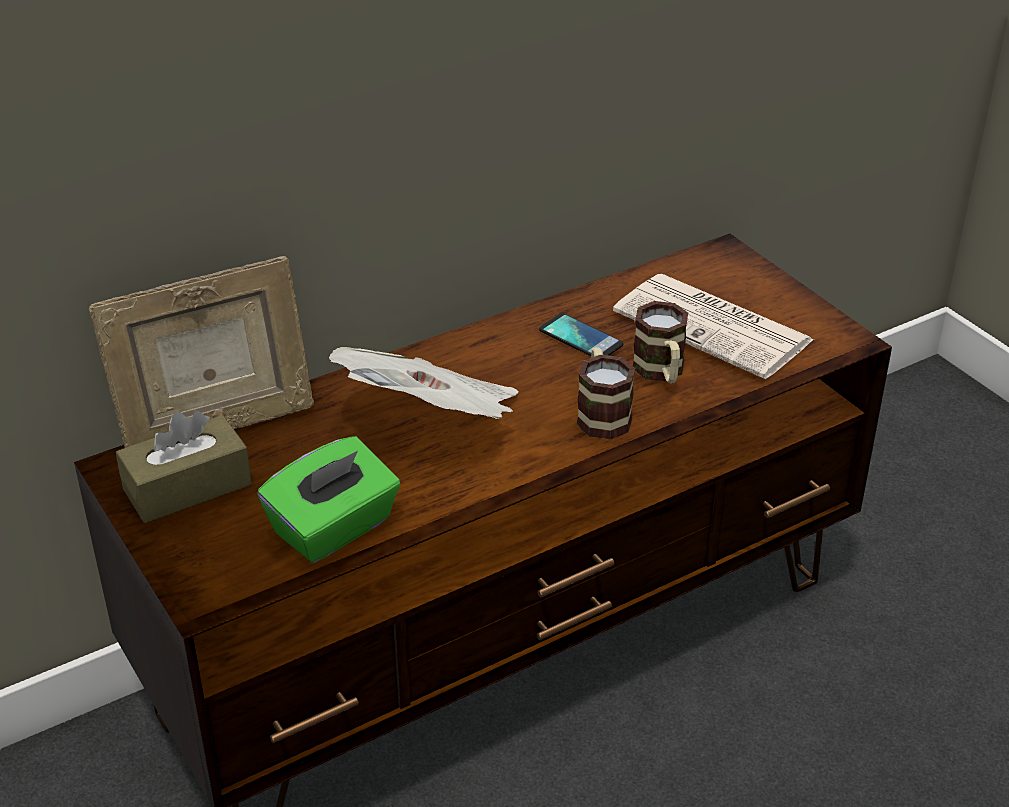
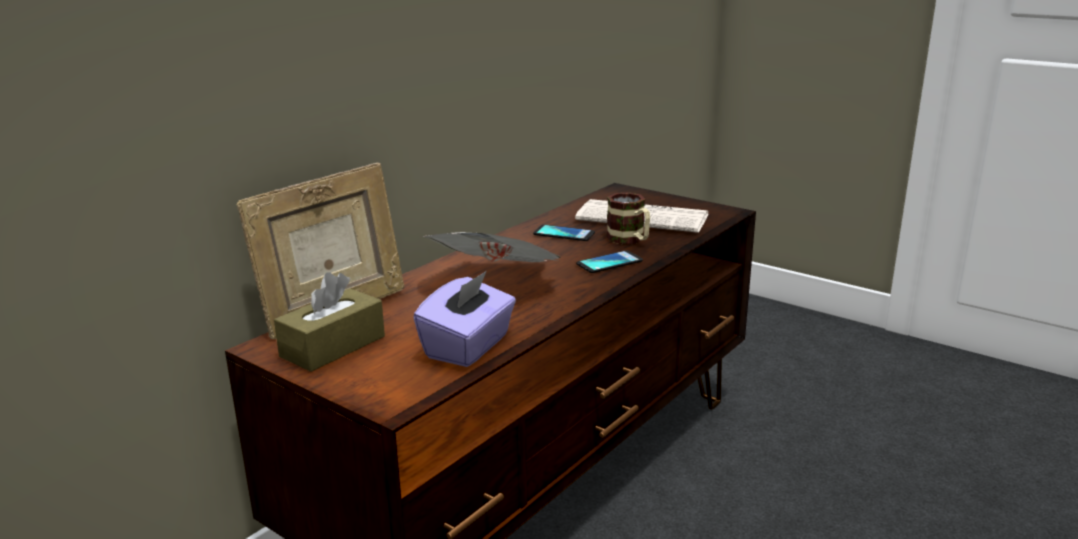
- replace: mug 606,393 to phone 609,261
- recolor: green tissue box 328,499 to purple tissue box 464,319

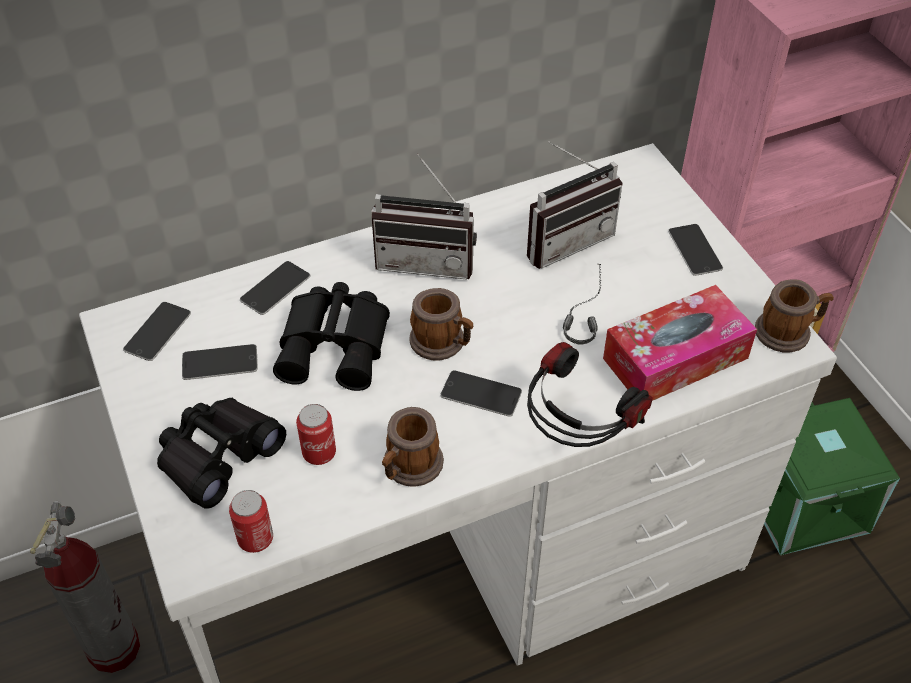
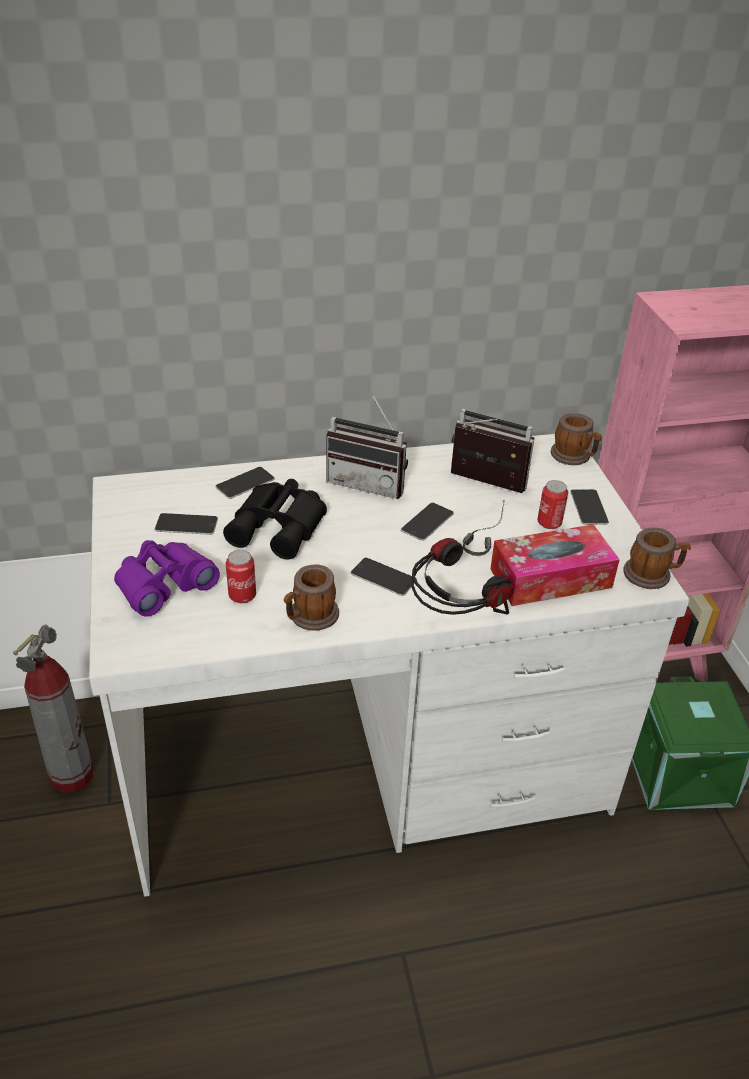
- move: phone 157,331 to 427,522
- move: can 251,521 to 552,504
- move: mug 441,324 to 576,439
- recolor: black binoculars 221,453 to purple binoculars 167,578
- rotate: radio 574,205 = 493,451 135 degrees counterclockwise

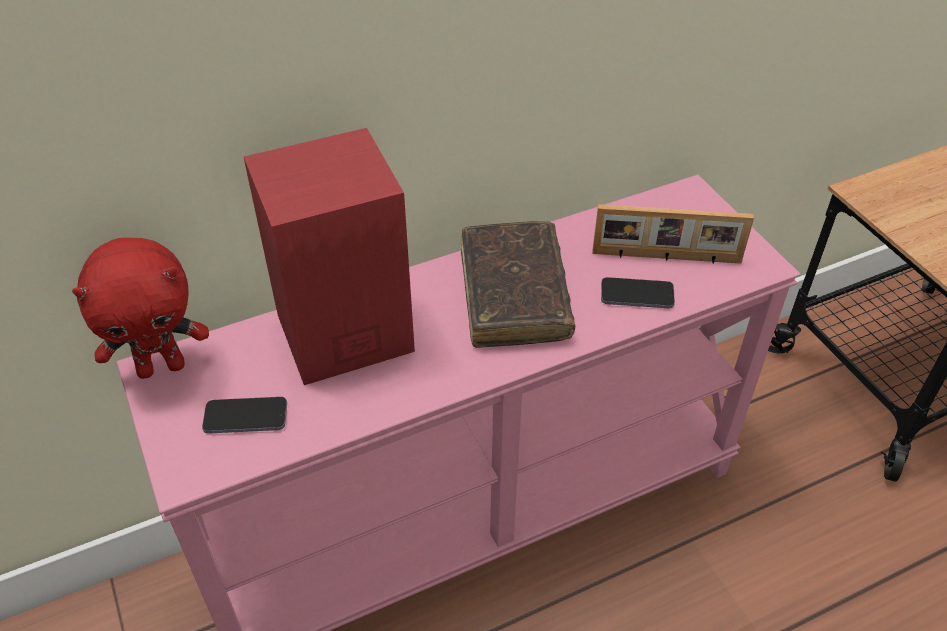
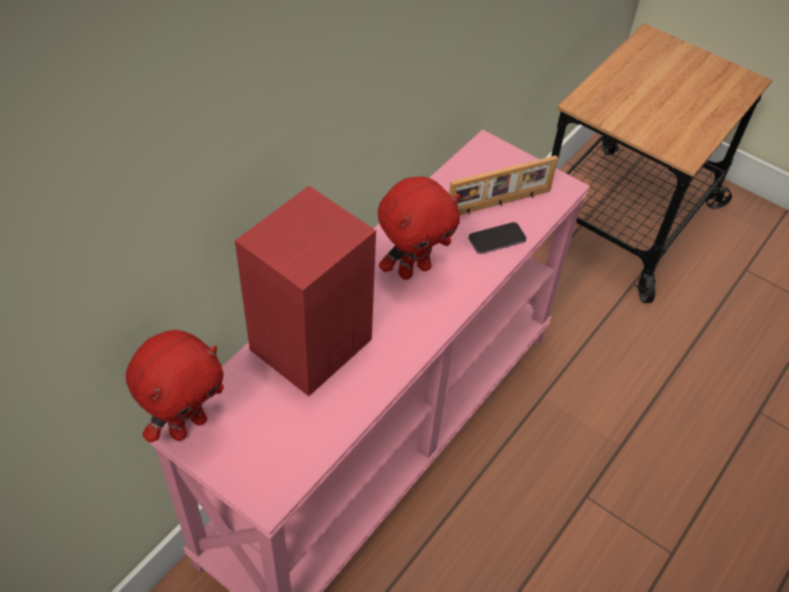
- delete: phone 244,415
- replace: brown book 518,284 to red plush toy 419,228

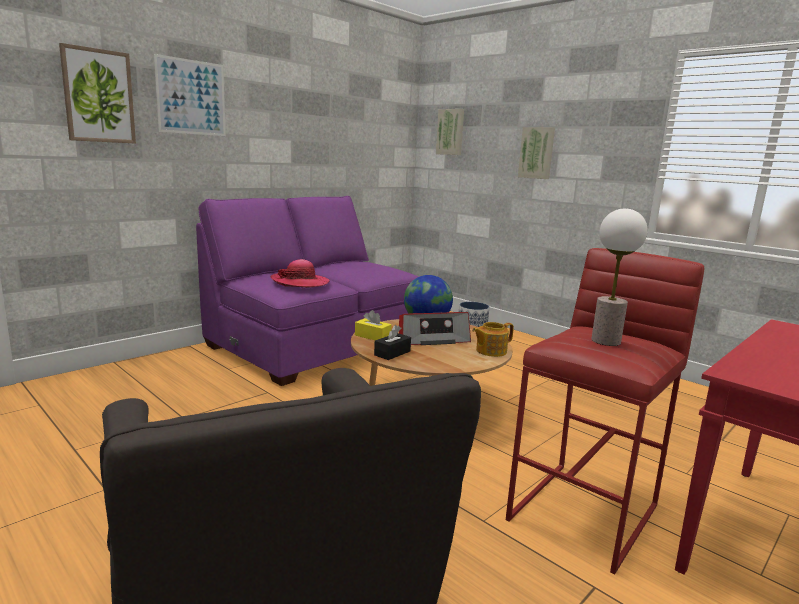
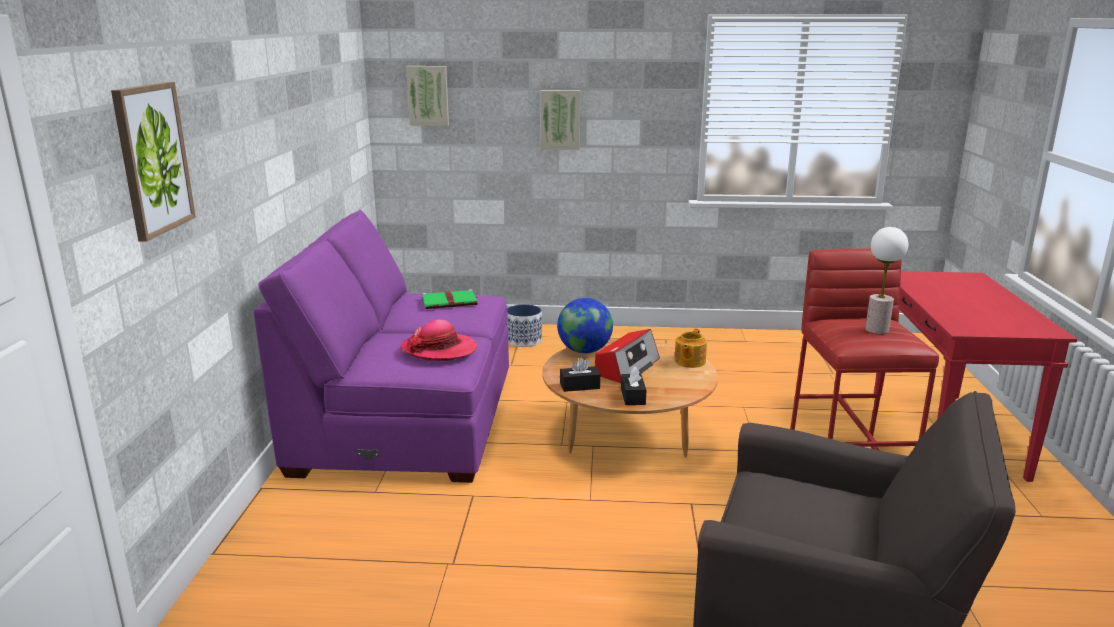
- delete: picture 190,95
- insert: green book 450,299
- recolor: yellow tissue box 373,325 to black tissue box 580,374

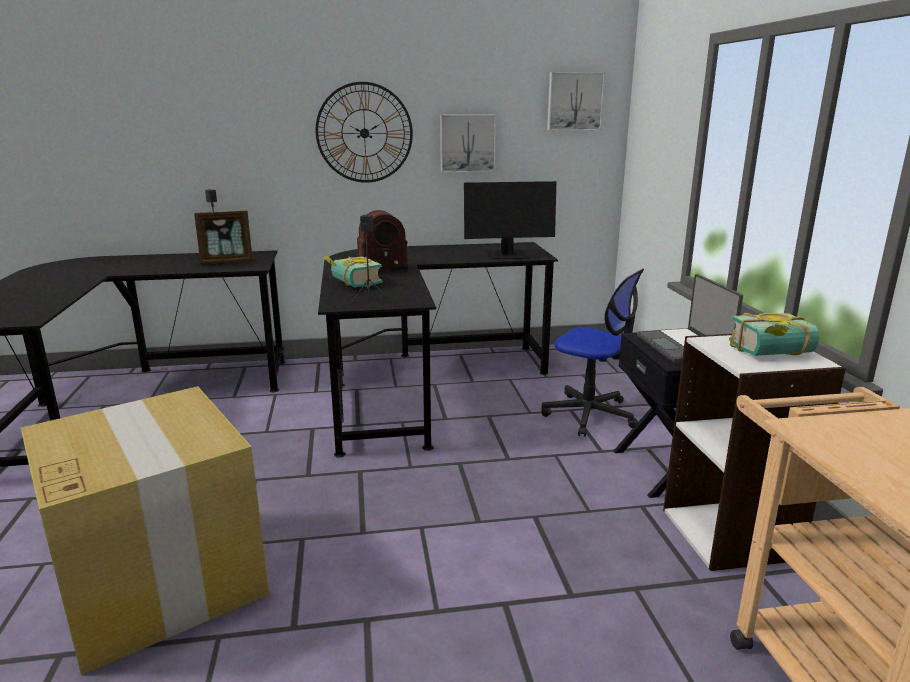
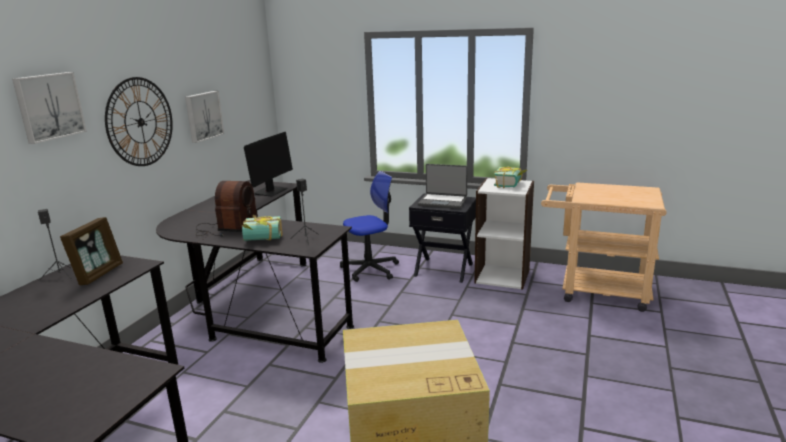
- move: picture 576,101 to 49,108

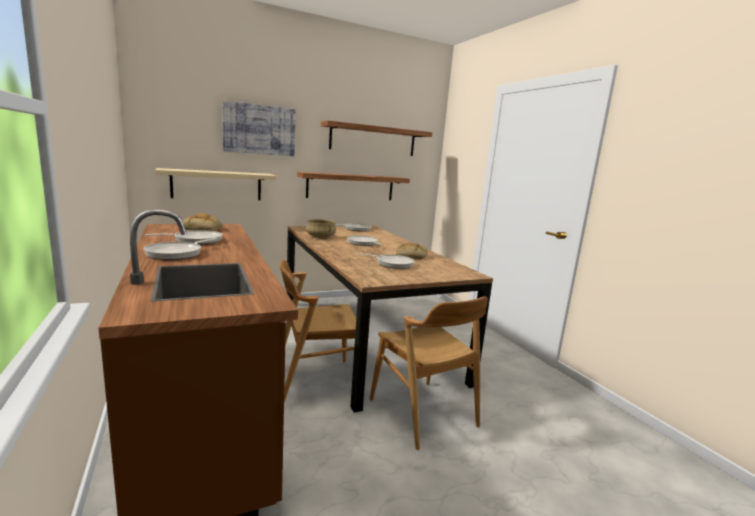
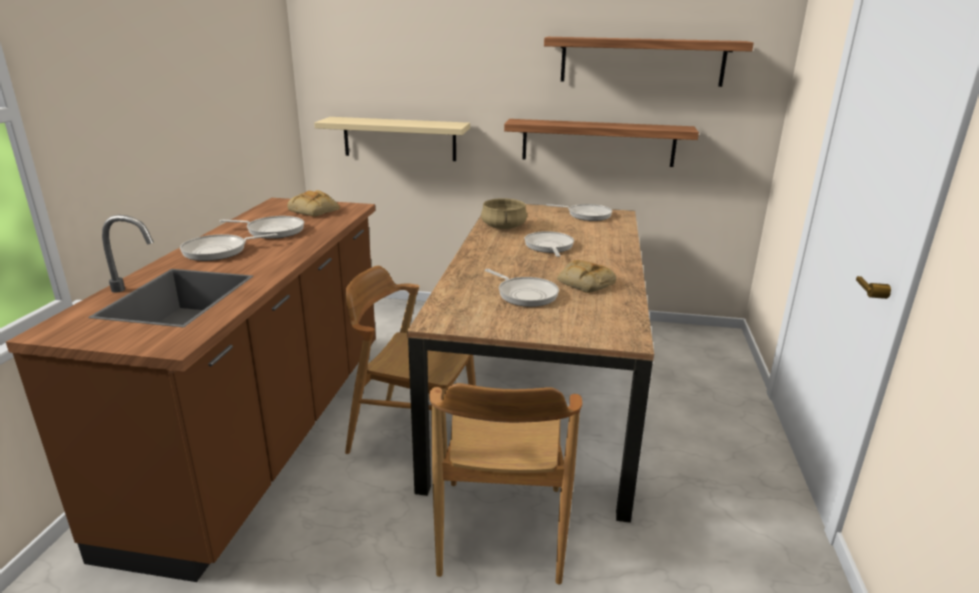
- delete: picture 259,128

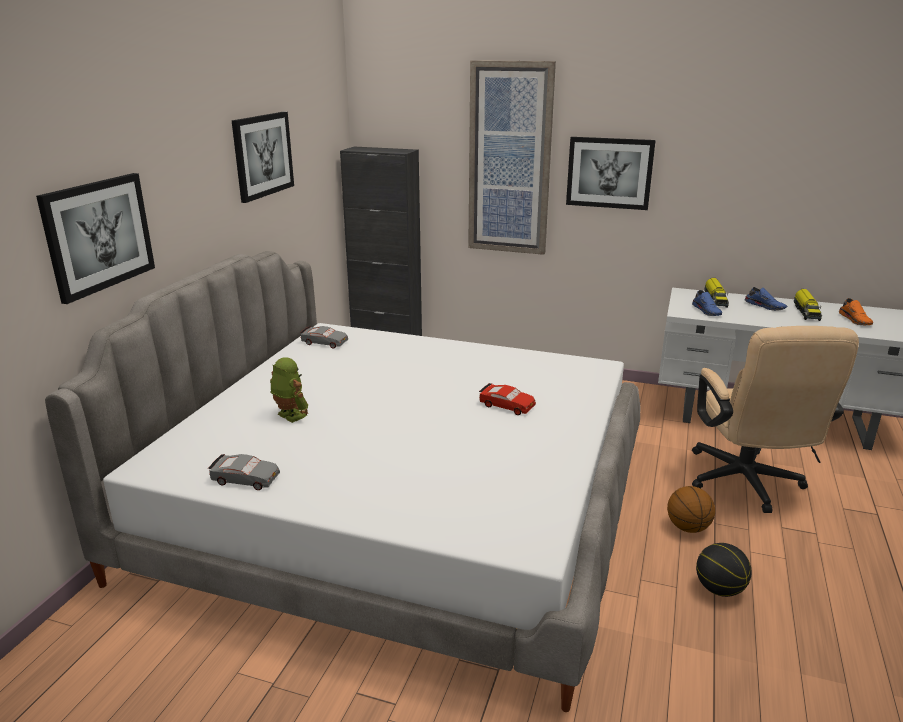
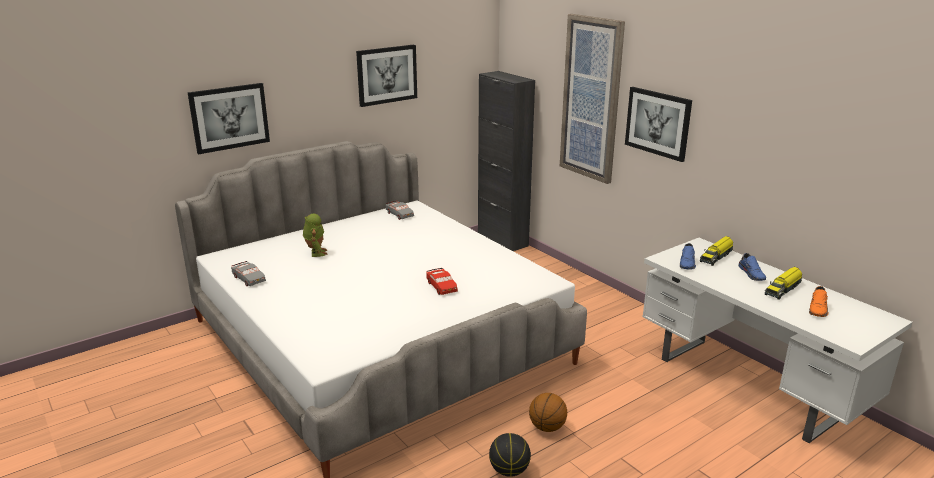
- delete: beige office chair 775,419

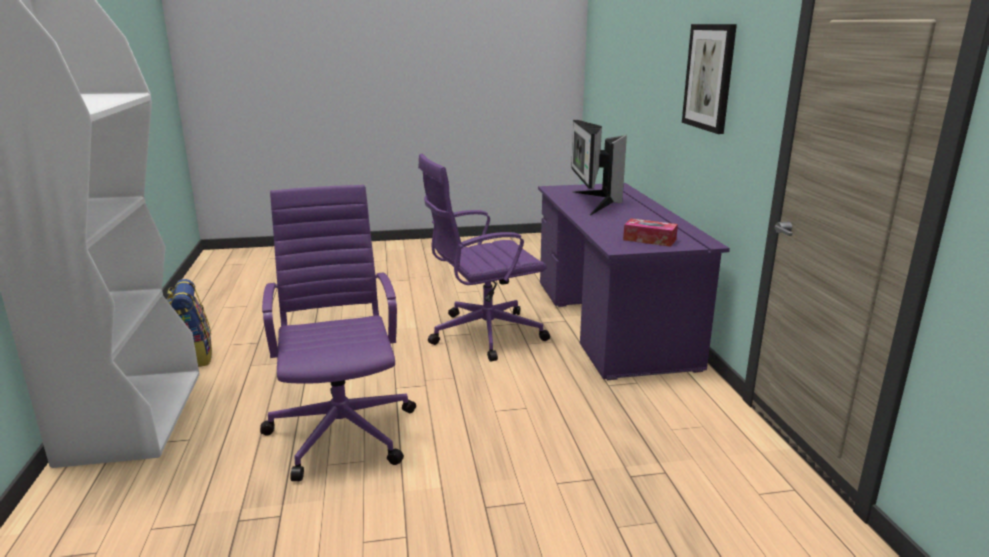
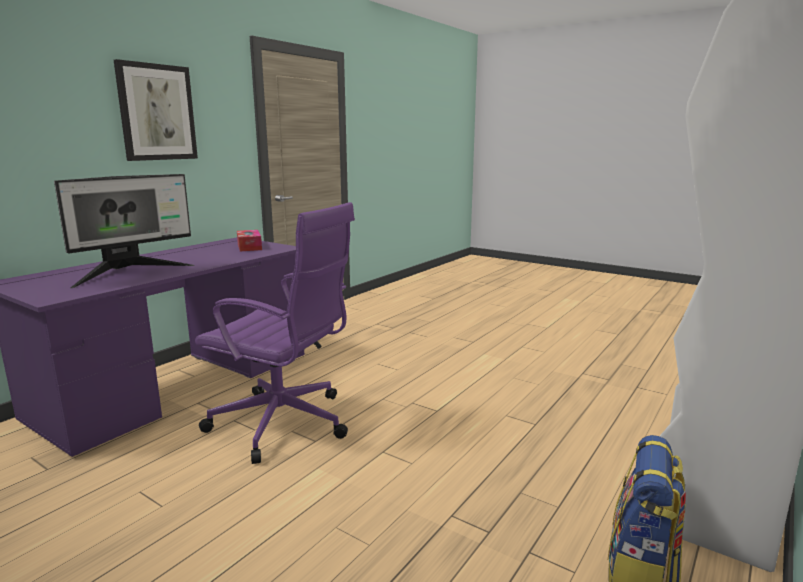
- delete: purple office chair 338,333

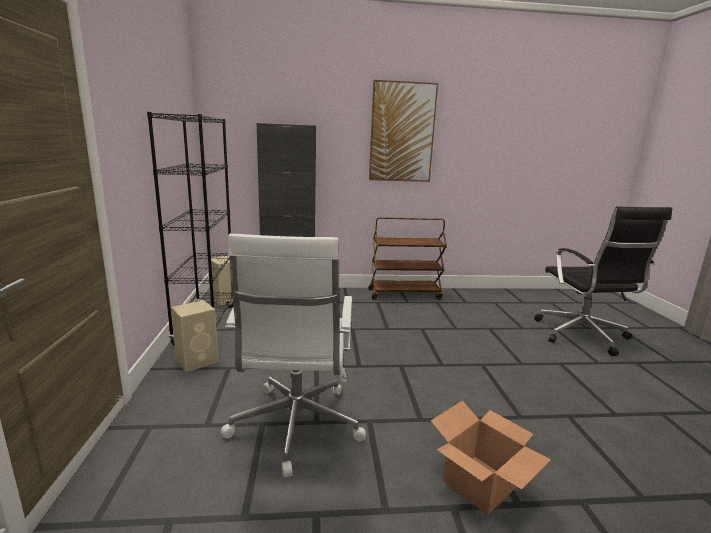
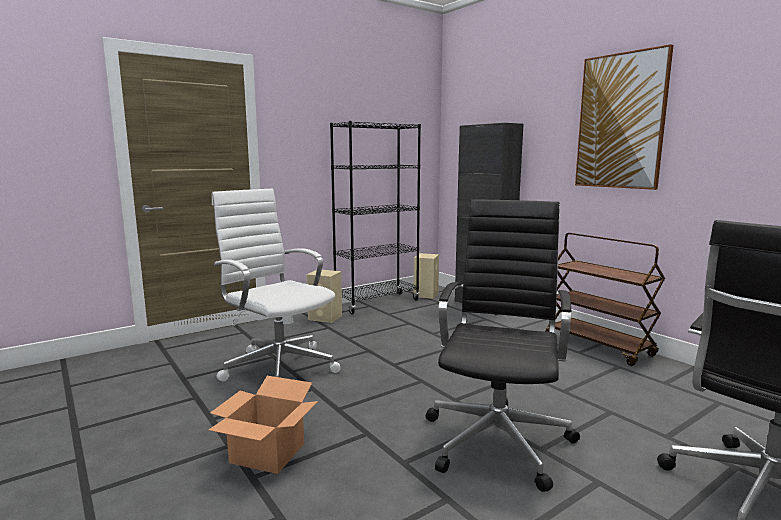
- insert: black office chair 503,345
- rotate: white office chair 293,356 = 276,285 75 degrees clockwise

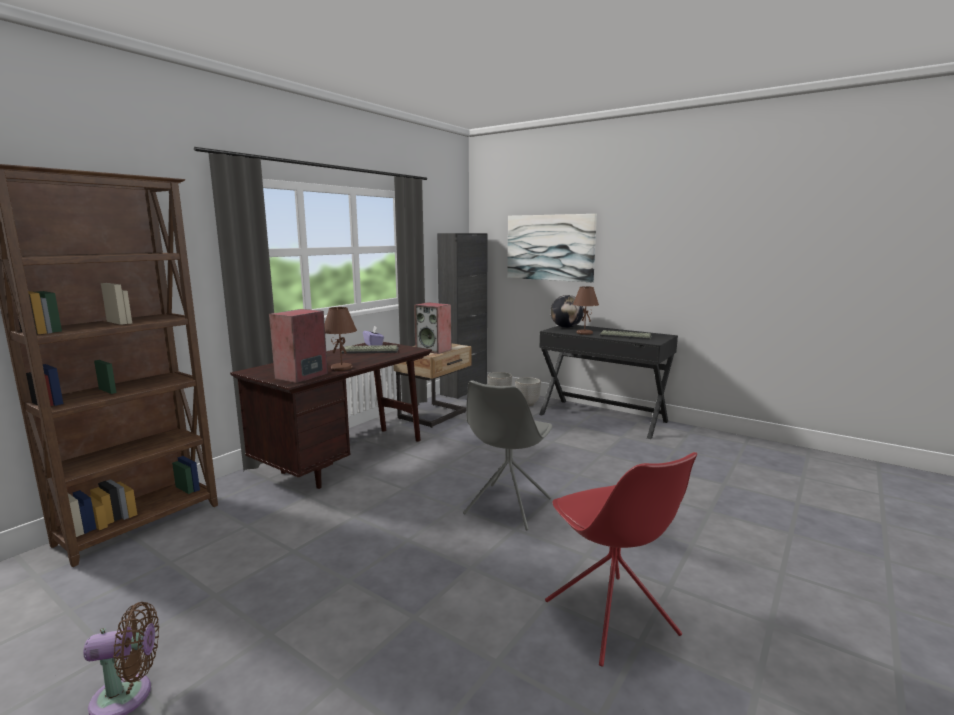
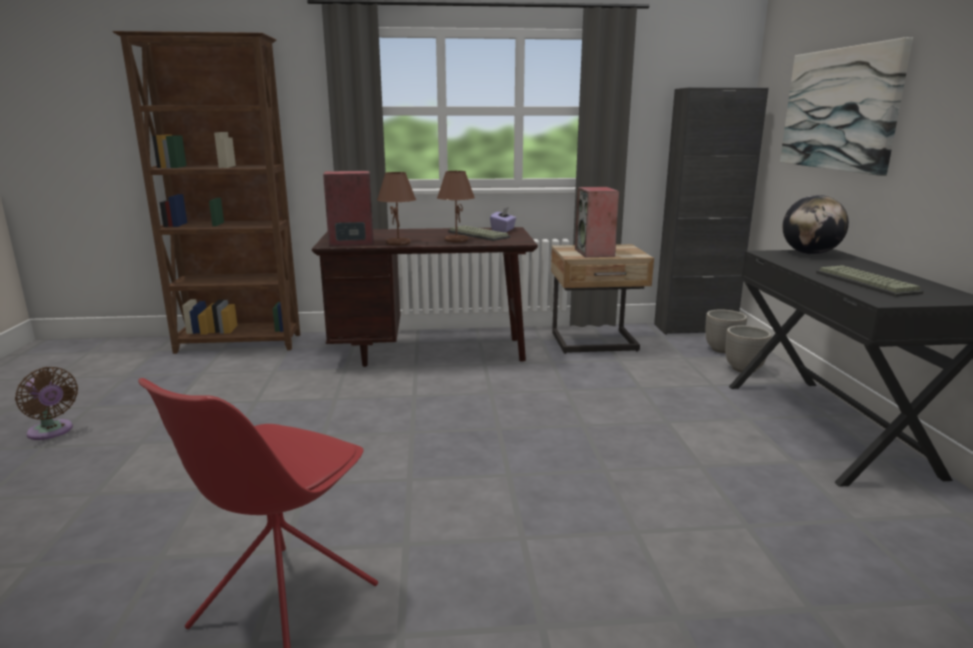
- delete: grey chair 507,455
- move: brown table lamp 586,310 to 456,206

